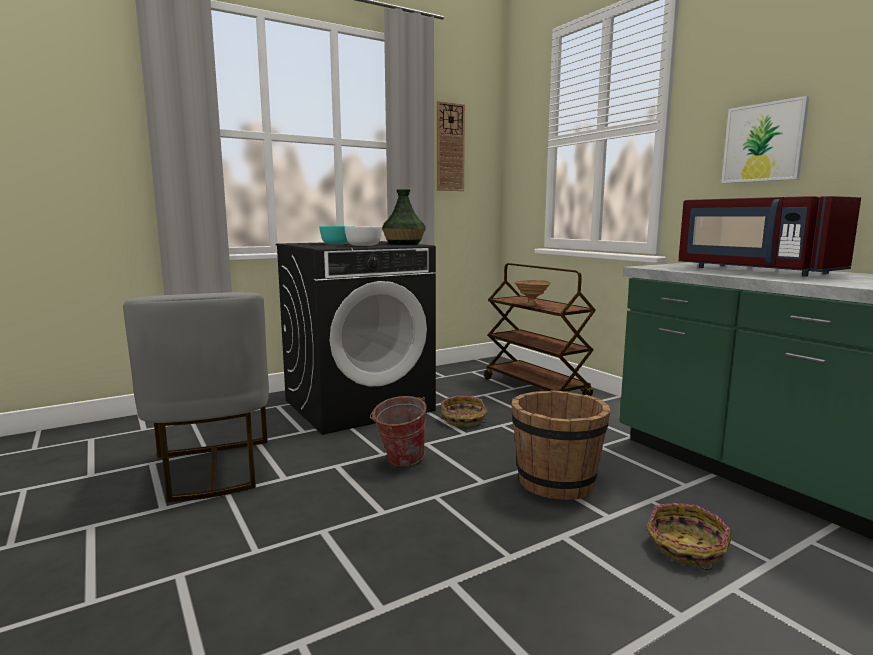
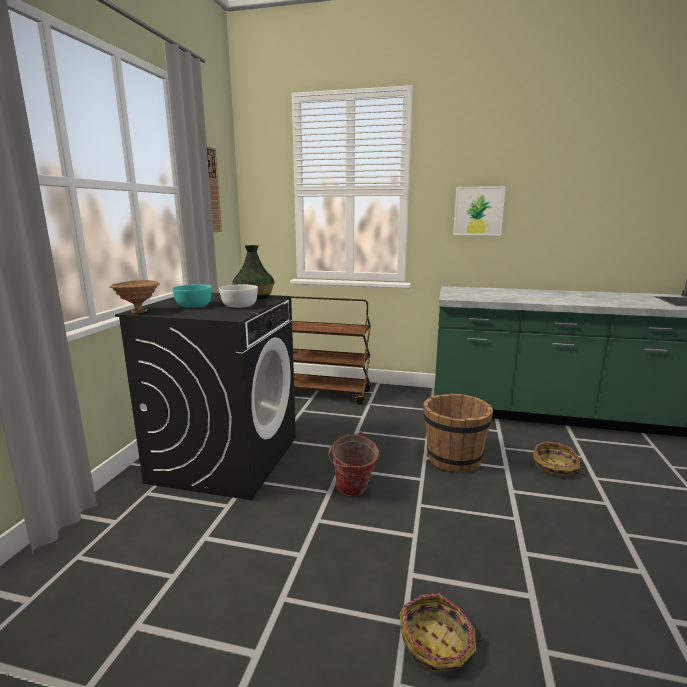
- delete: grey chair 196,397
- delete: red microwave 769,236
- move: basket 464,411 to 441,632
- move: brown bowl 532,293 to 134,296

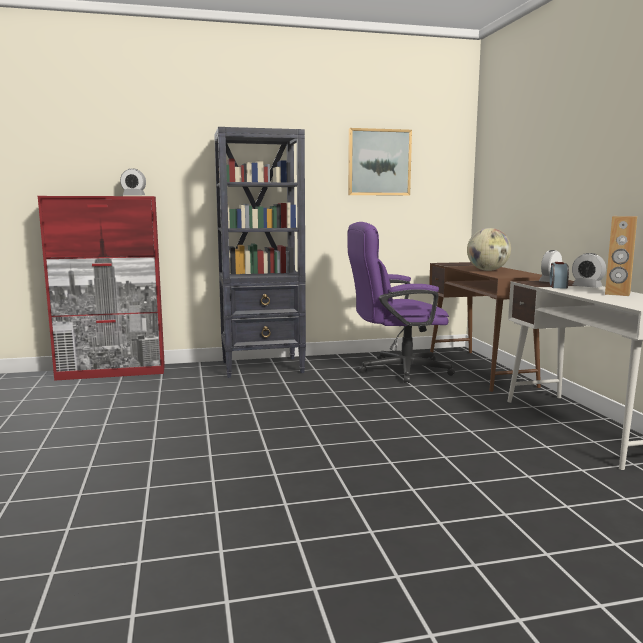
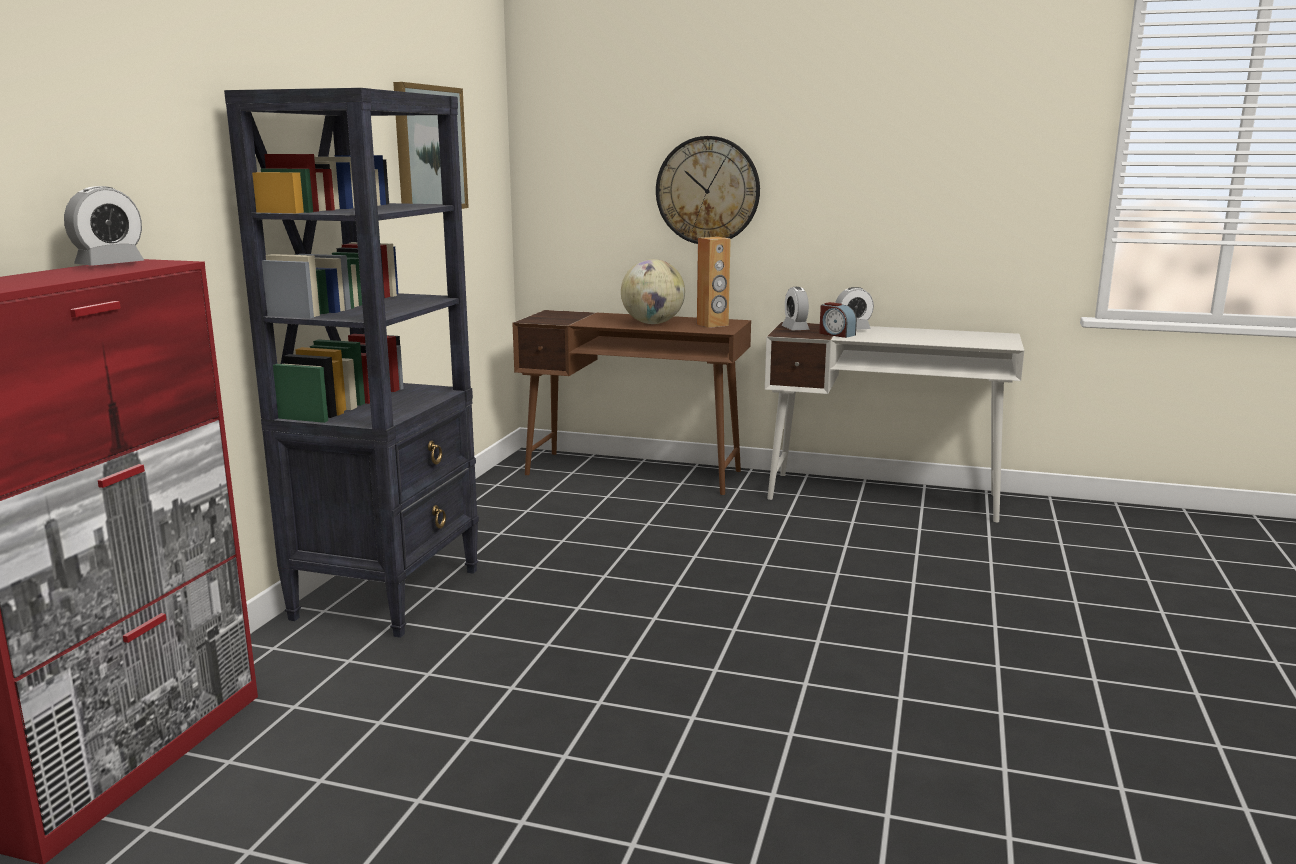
- delete: purple office chair 401,302
- insert: wall clock 708,190
- move: brown speaker 621,256 to 714,282

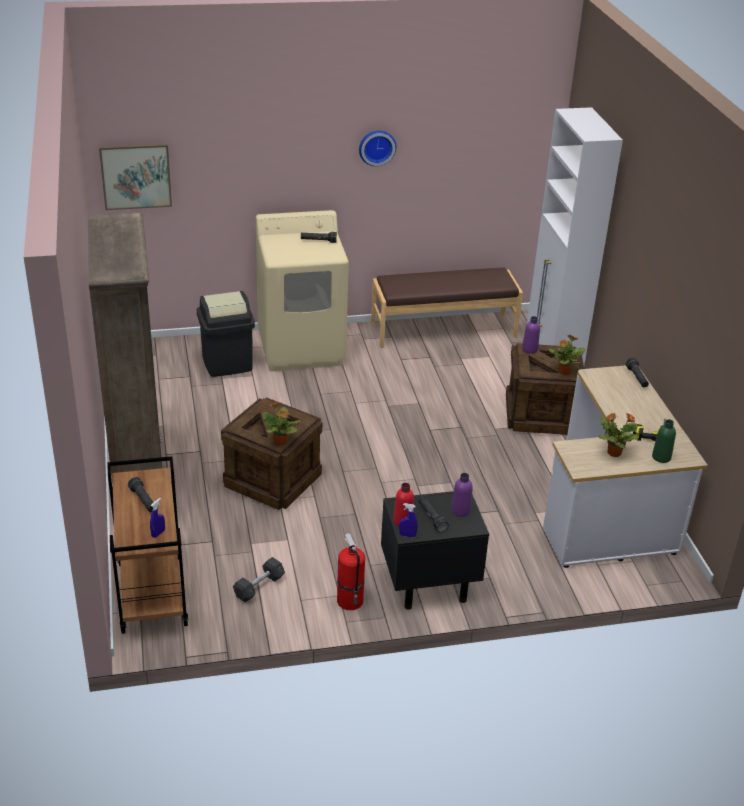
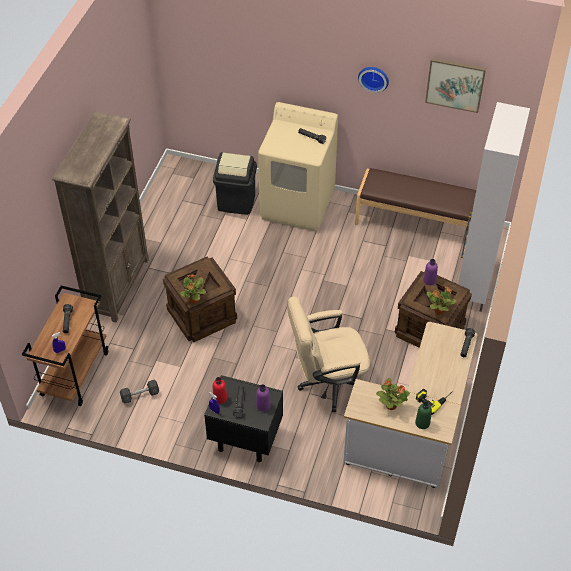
- delete: fire extinguisher 351,571
- insert: beige office chair 328,354
- move: picture 135,176 to 455,85

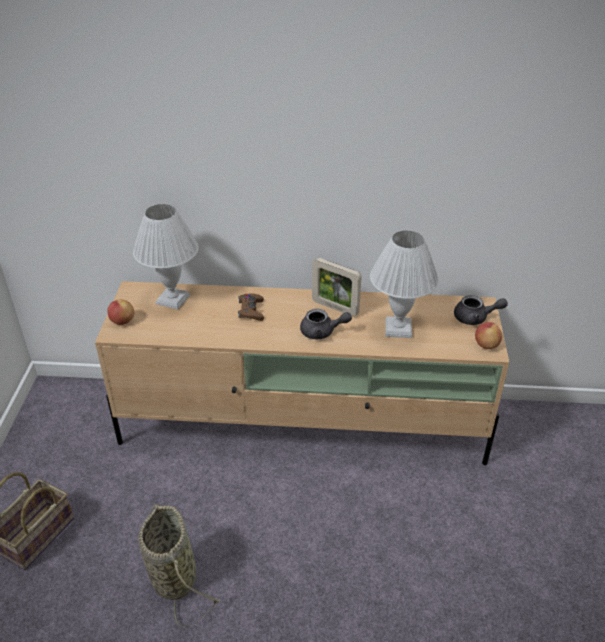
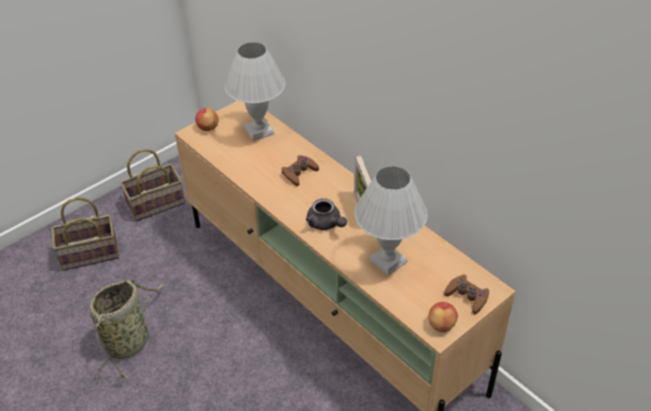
- insert: basket 152,185
- replace: grey teapot 481,310 to brown game controller 466,294

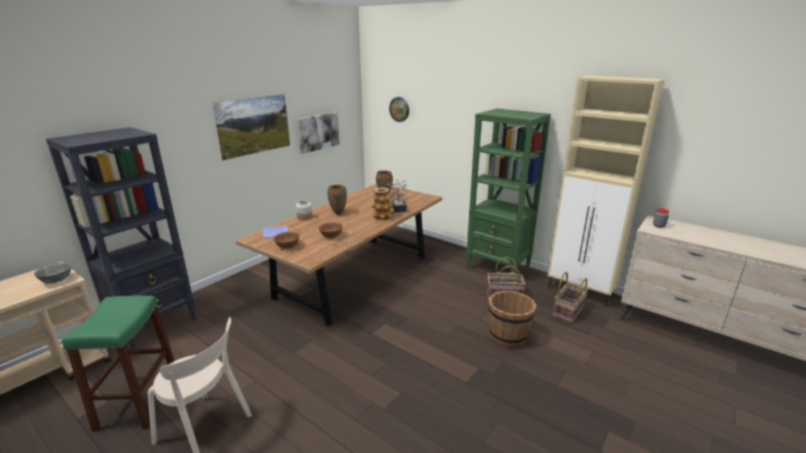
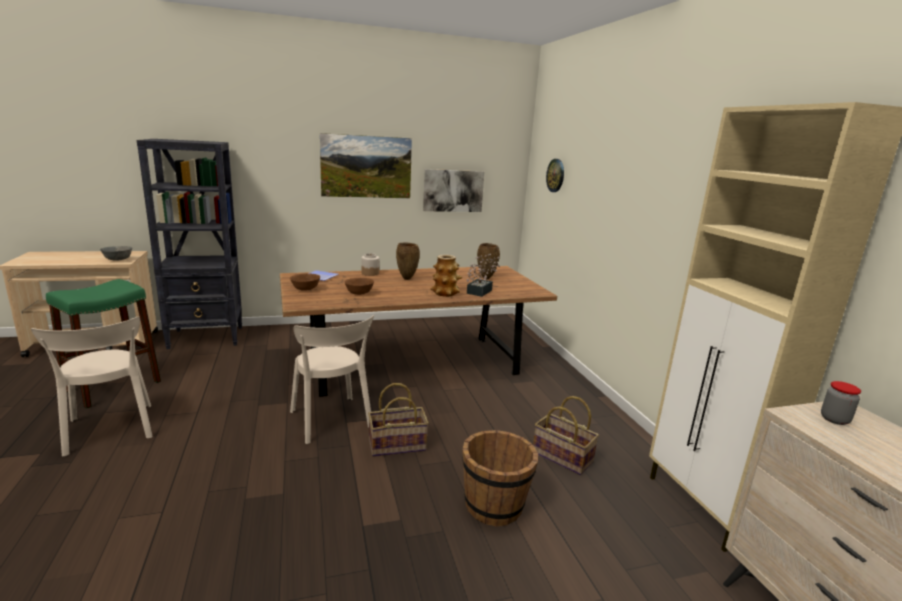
- delete: green bookcase 508,191
- insert: beige chair 332,379
- move: basket 570,297 to 398,420

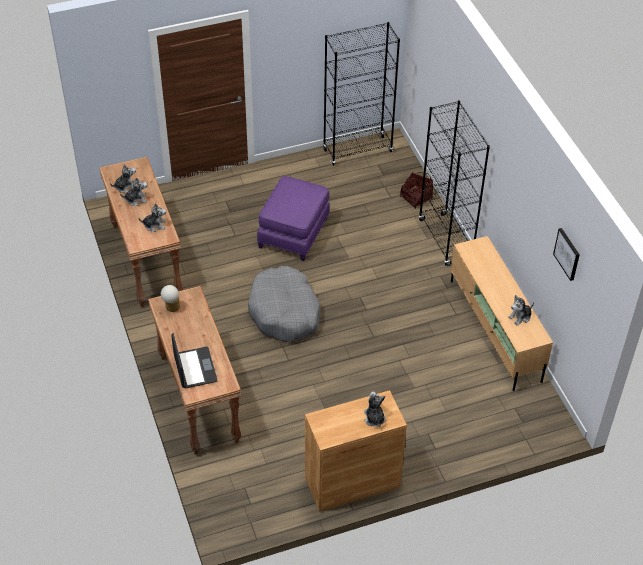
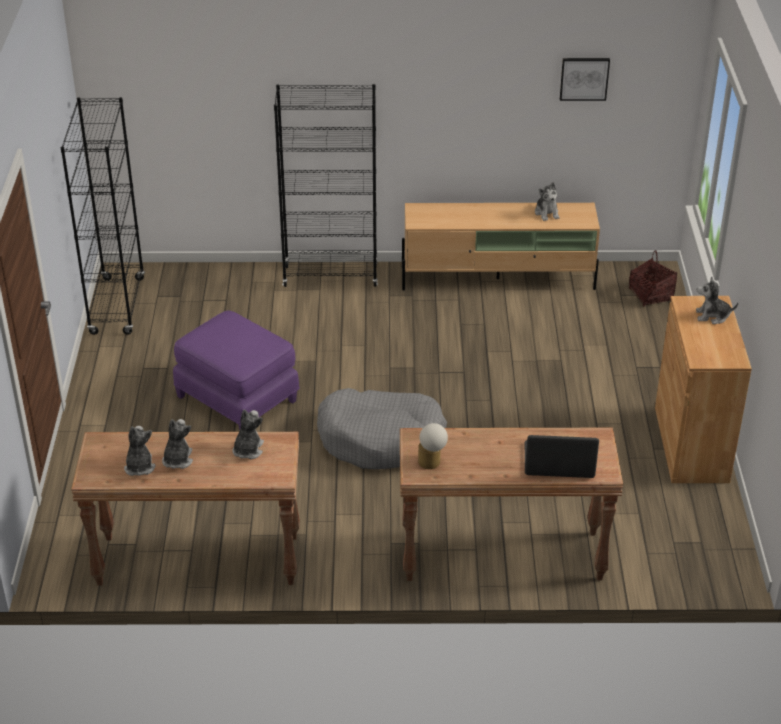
- move: basket 416,190 to 653,278

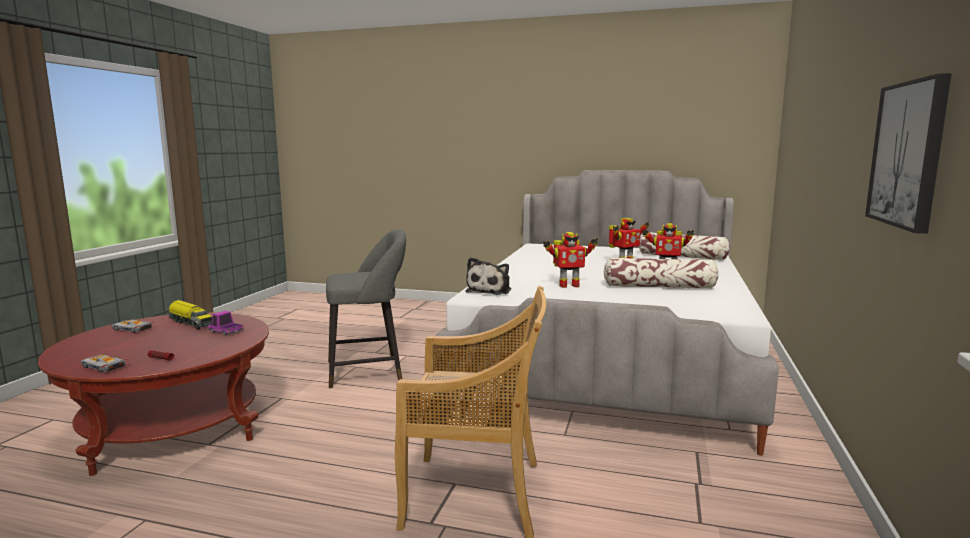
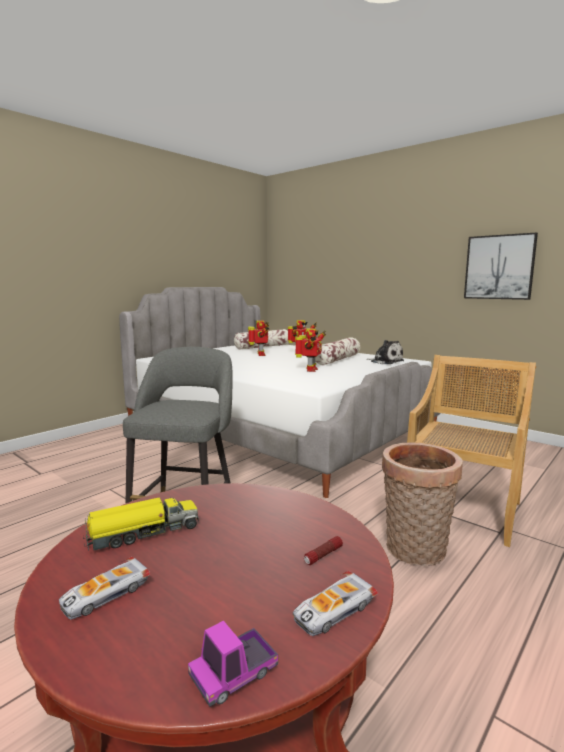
- insert: basket 422,504
- move: toy truck 226,323 to 233,664
- move: plush toy 488,276 to 385,352

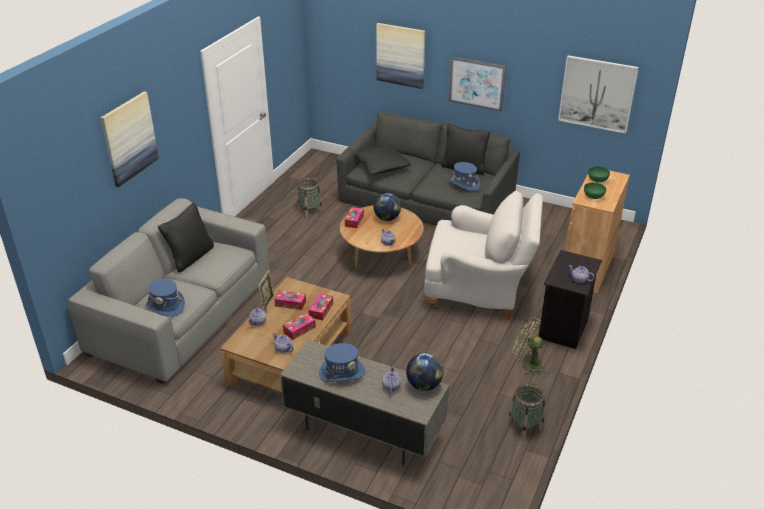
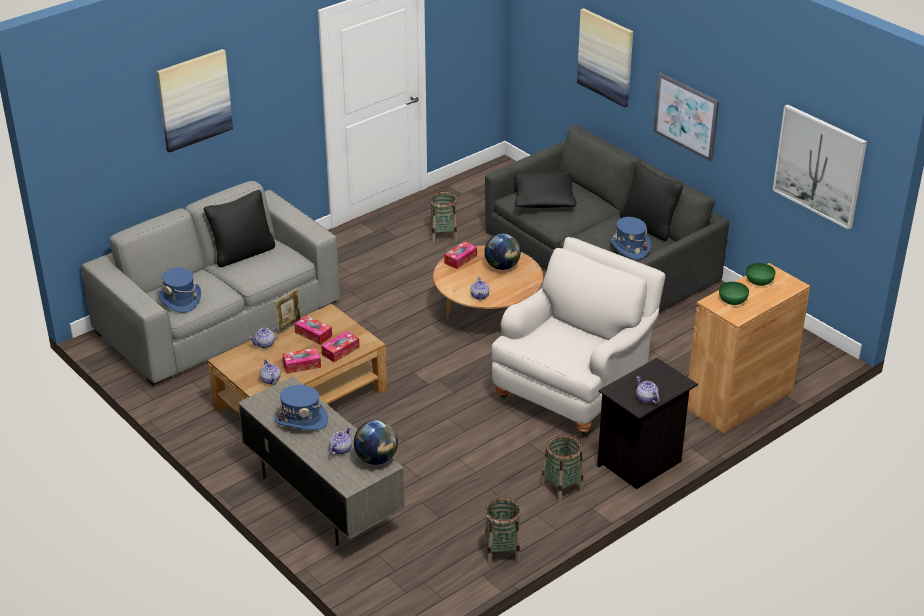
- replace: green fan 529,347 to basket 562,468
- rotate: white armchair 483,255 = 578,336 90 degrees counterclockwise

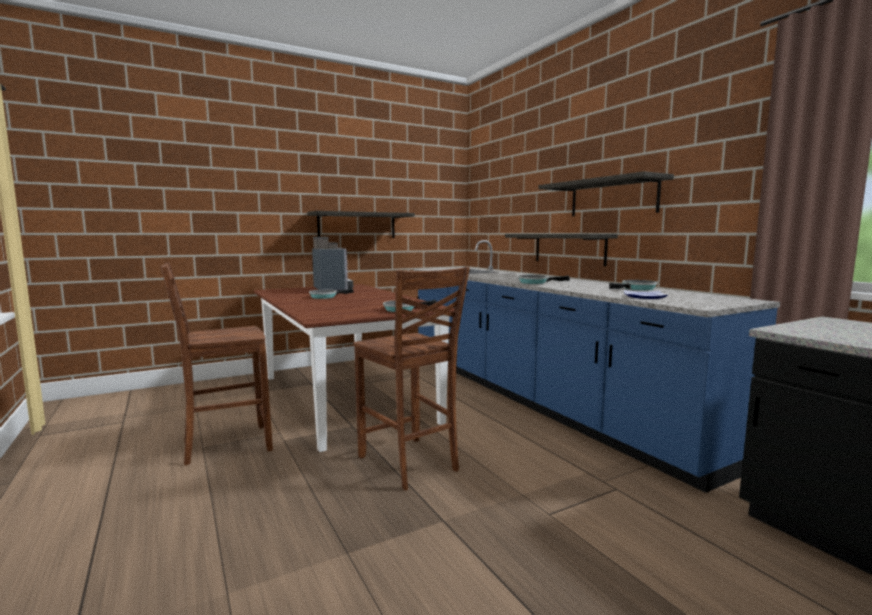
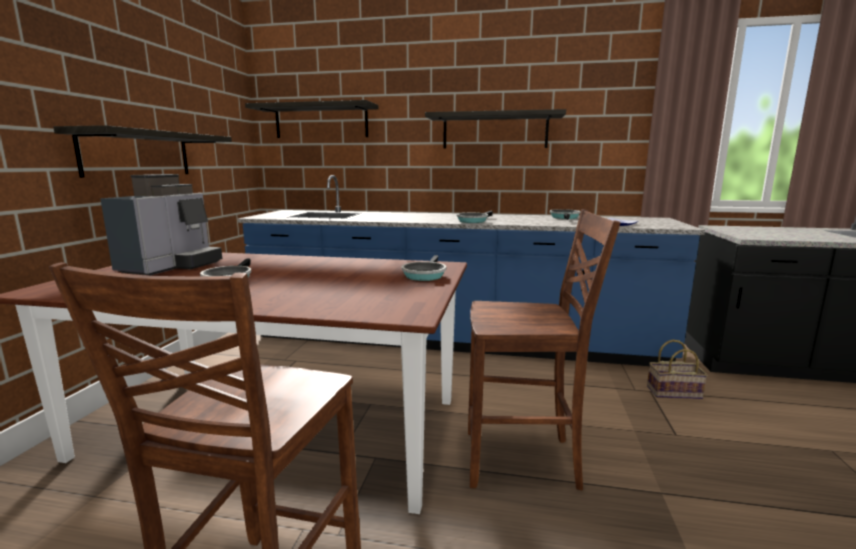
- insert: basket 677,369
- move: shelf 561,250 to 311,119
- rotate: coffee machine 332,264 = 161,224 90 degrees clockwise

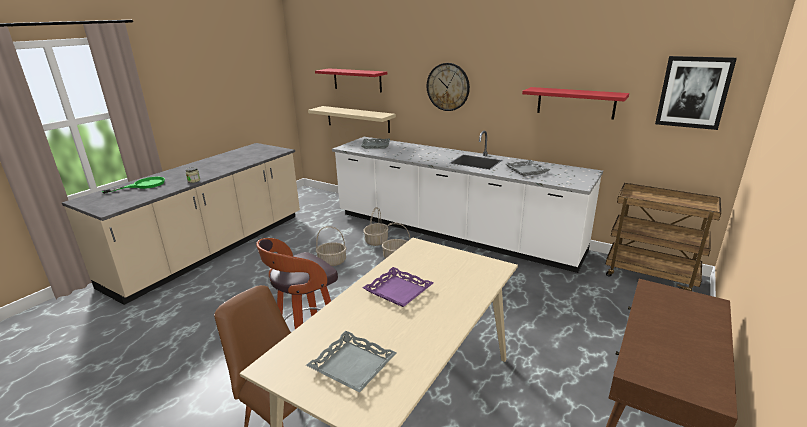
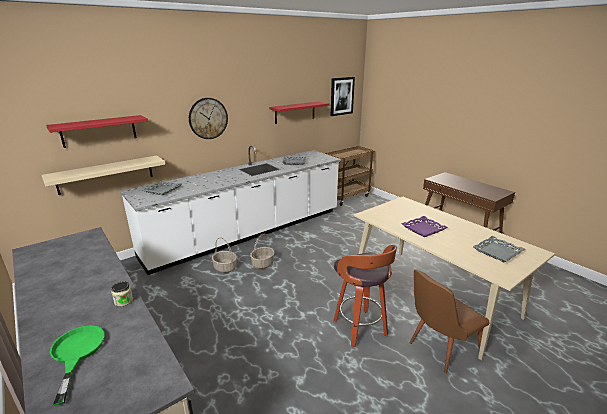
- delete: basket 331,246

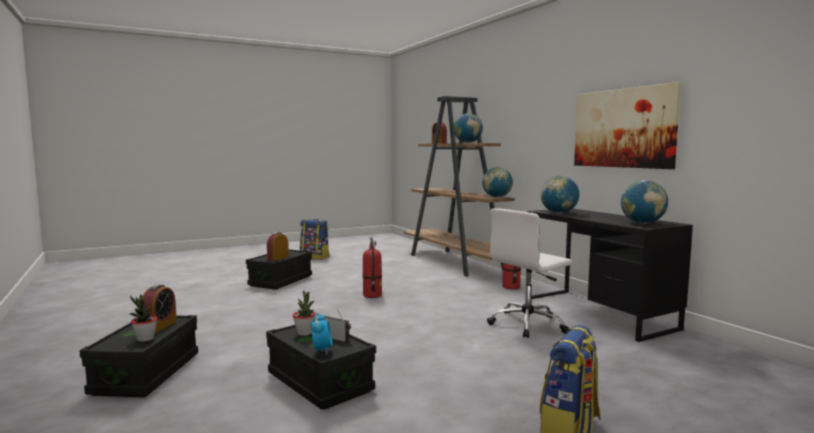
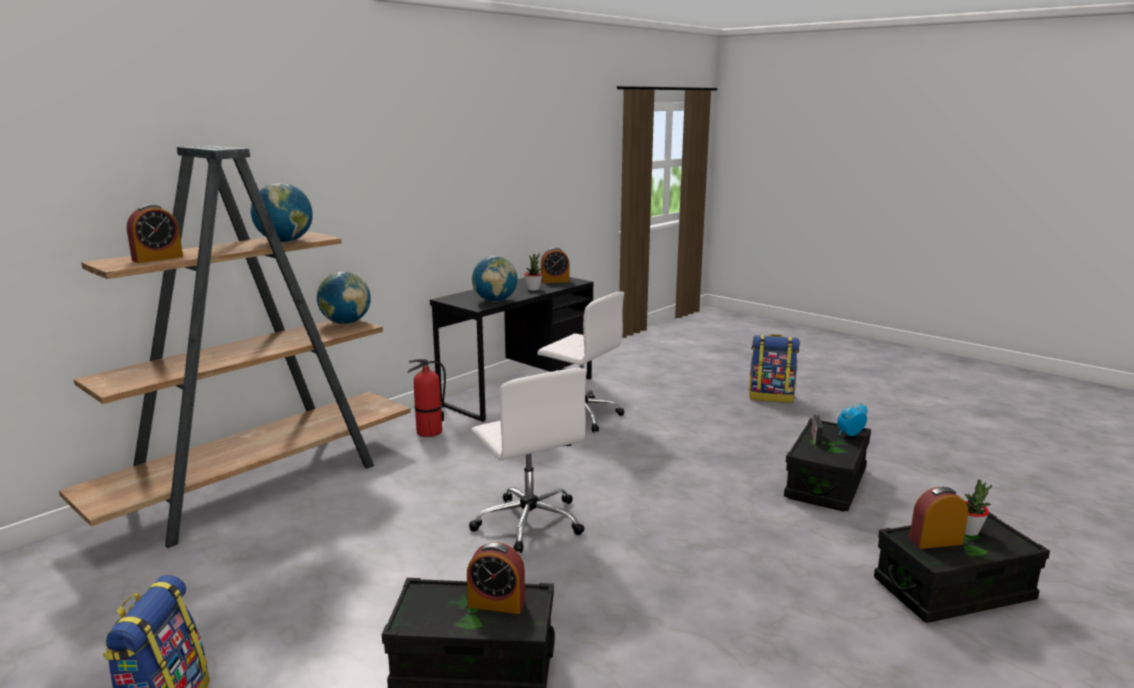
- delete: picture 627,125
- move: potted plant 303,313 to 533,272
- replace: fire extinguisher 372,267 to white office chair 527,460
- replace: globe 644,202 to alarm clock 555,265

